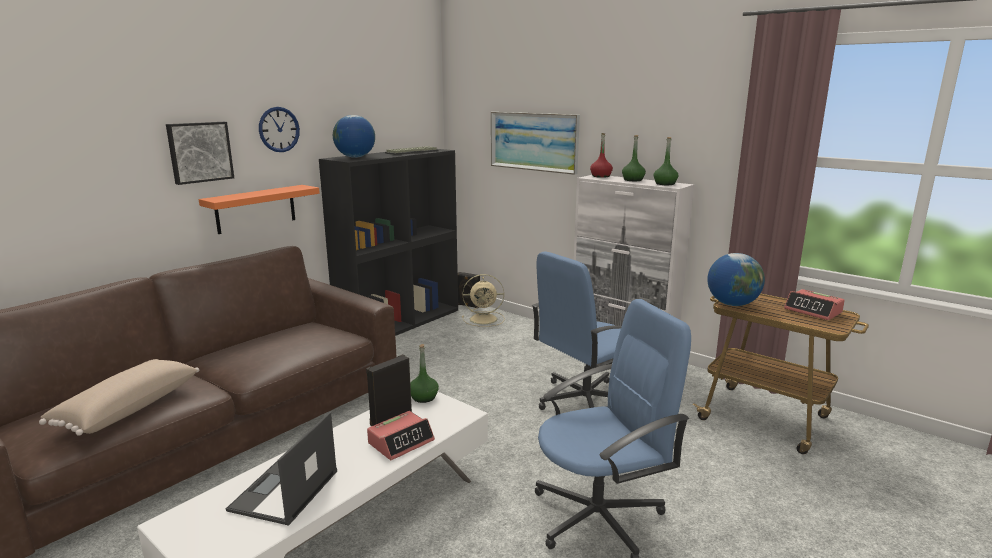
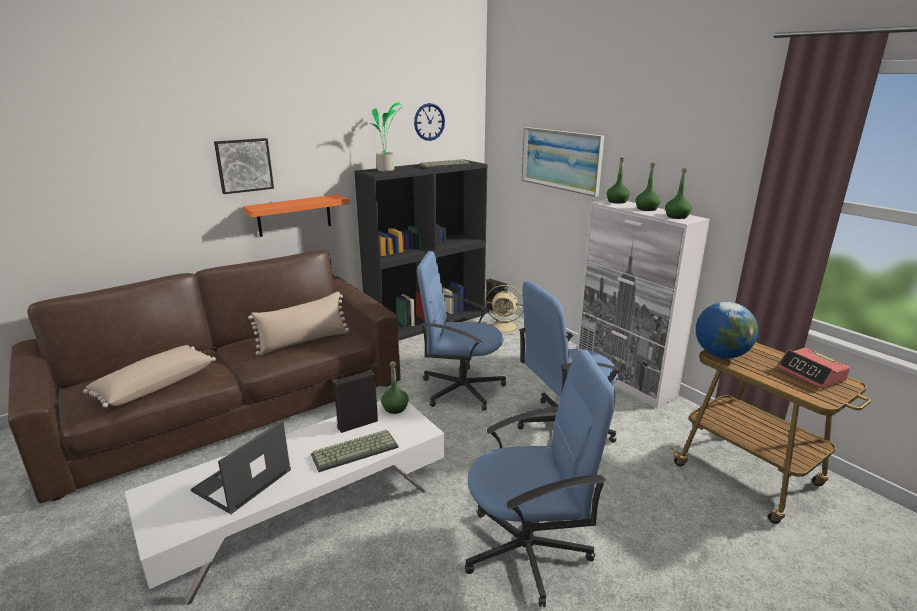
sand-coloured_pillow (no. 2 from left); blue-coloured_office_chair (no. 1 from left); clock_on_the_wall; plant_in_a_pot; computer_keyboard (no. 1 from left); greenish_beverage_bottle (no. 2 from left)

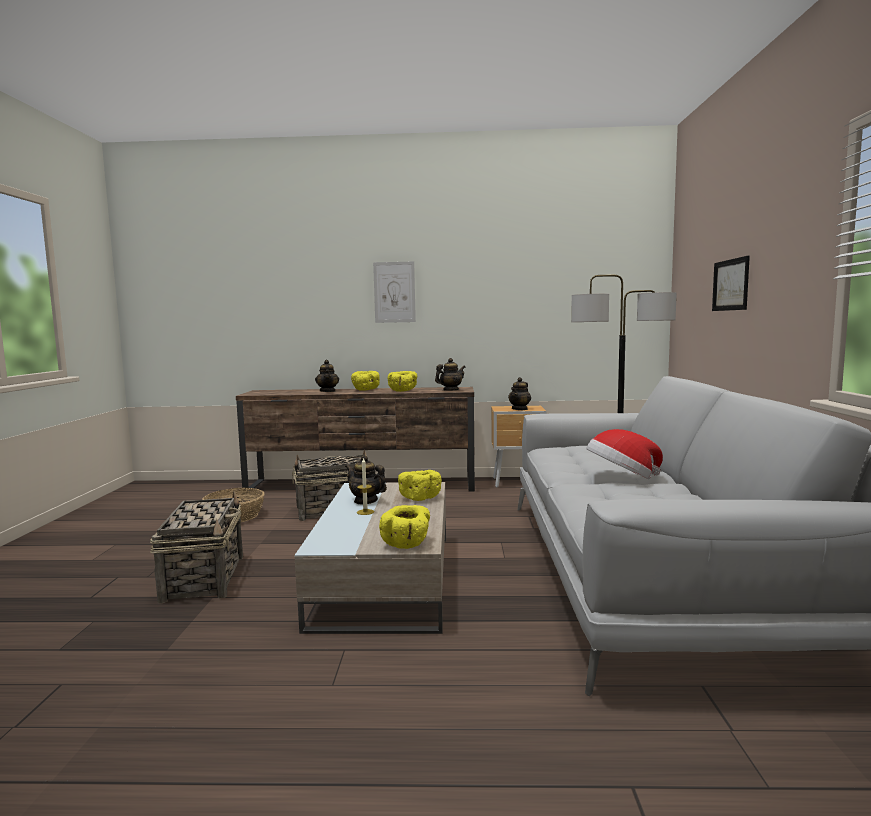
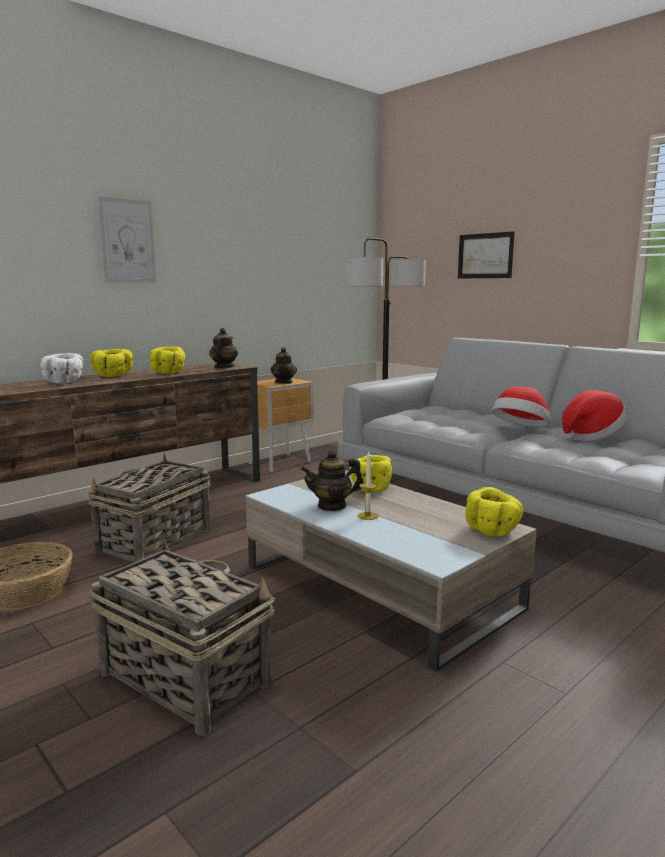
wearable_hat (no. 2 from left); white_serving_bowl

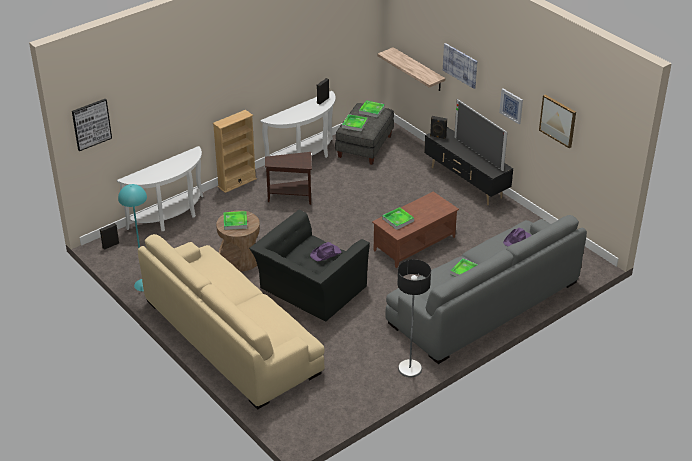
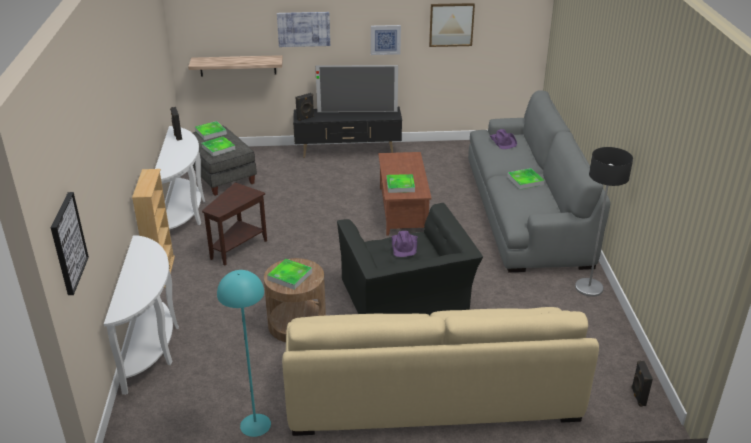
black_audio_speaker (no. 3 from left)

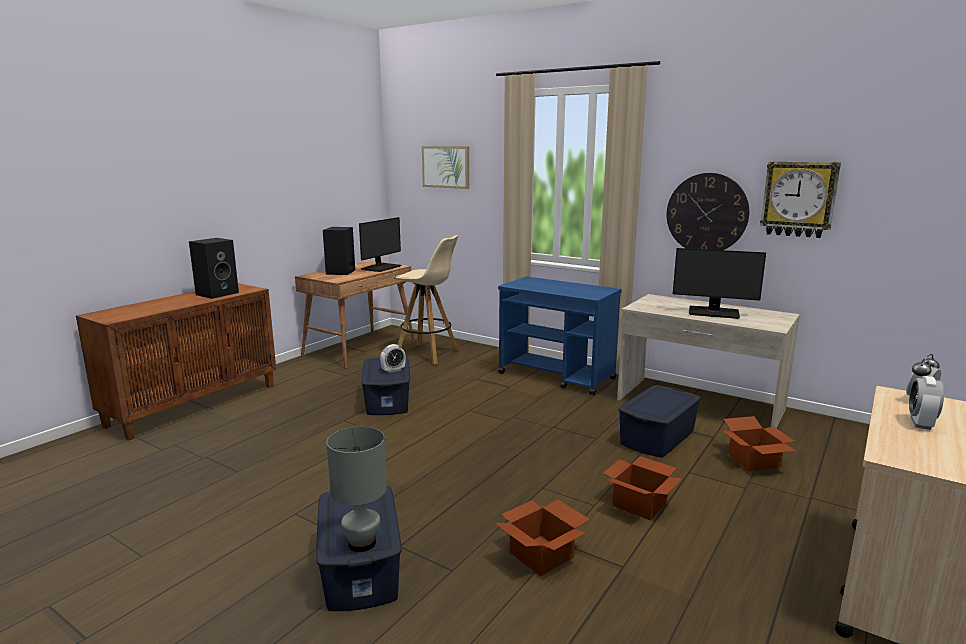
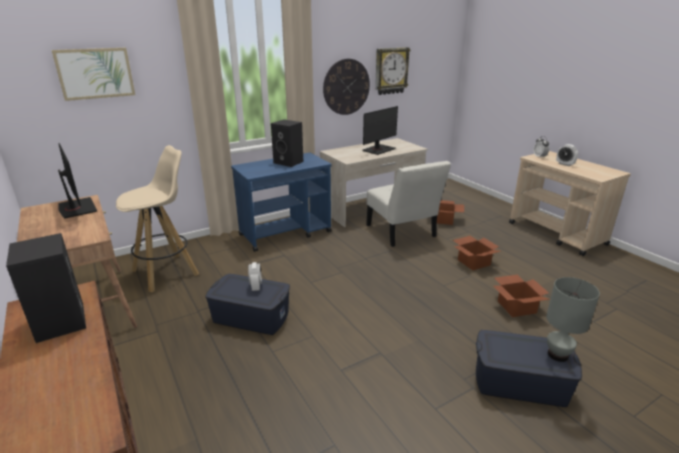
black_audio_speaker (no. 2 from left); white_plain_chair

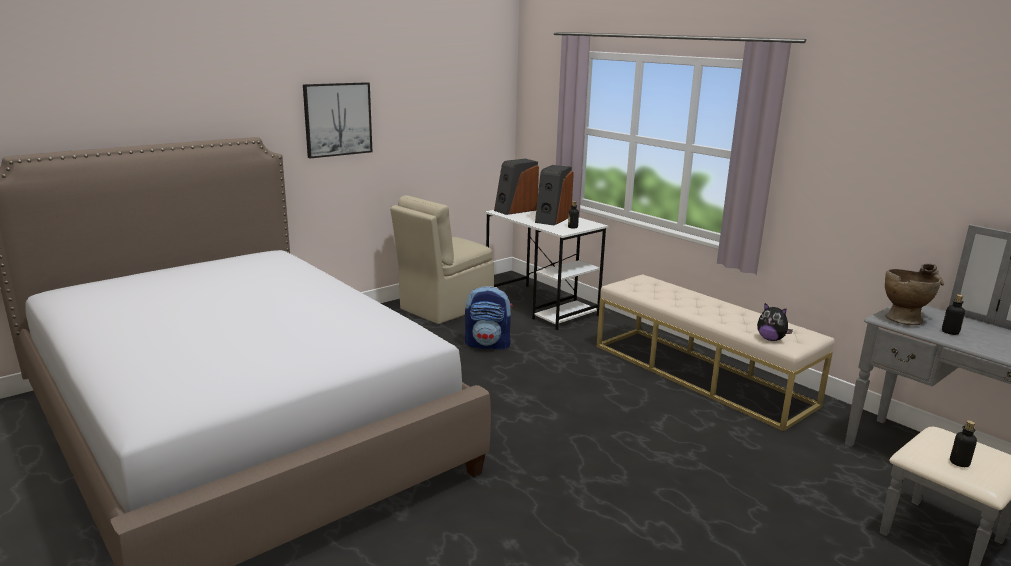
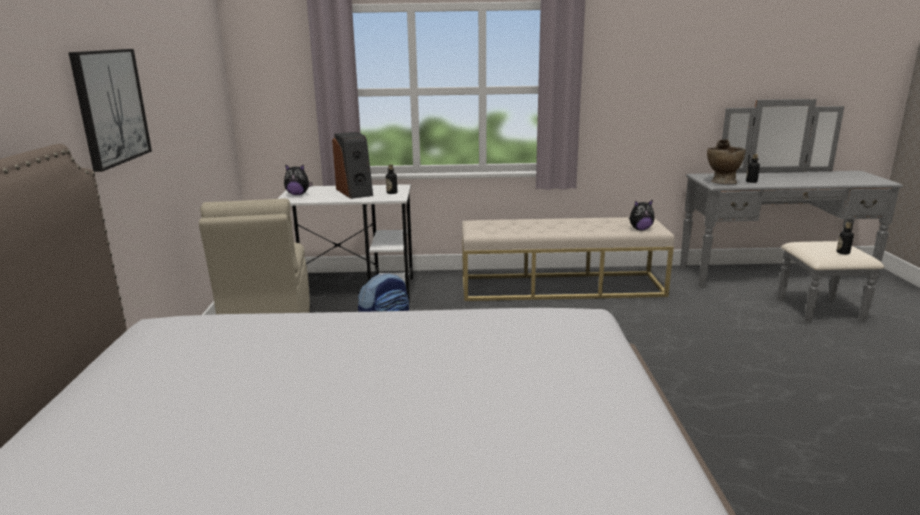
cuddly_toy (no. 1 from left)

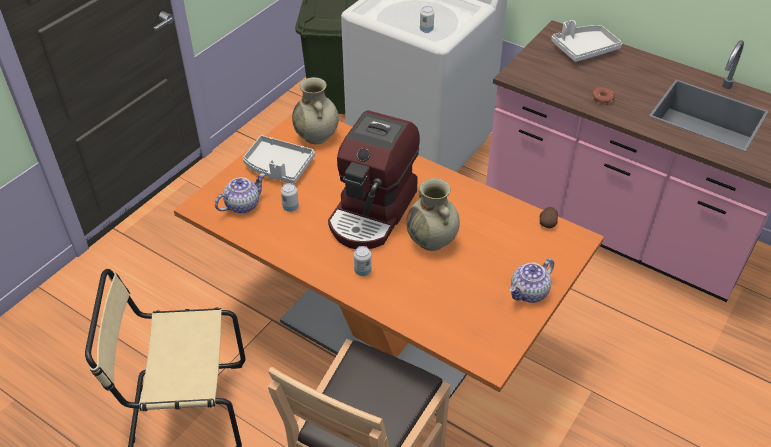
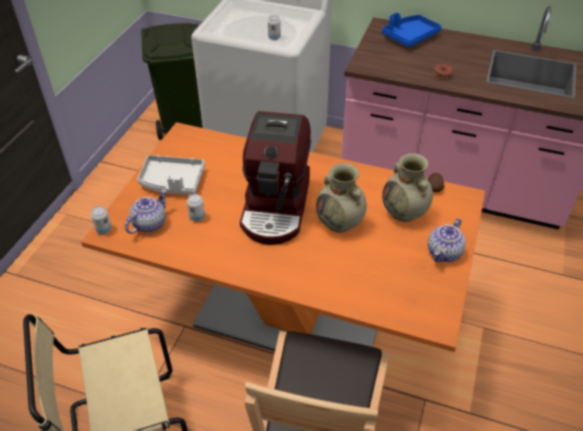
sand-coloured_flower_vase (no. 2 from left); can (no. 1 from left); blue-coloured_tray

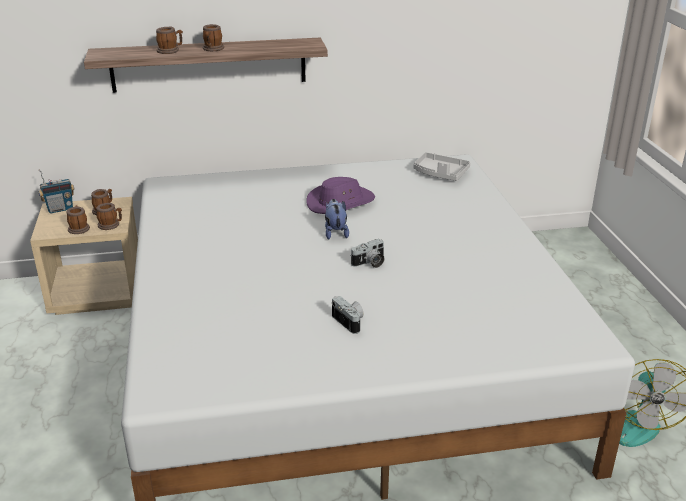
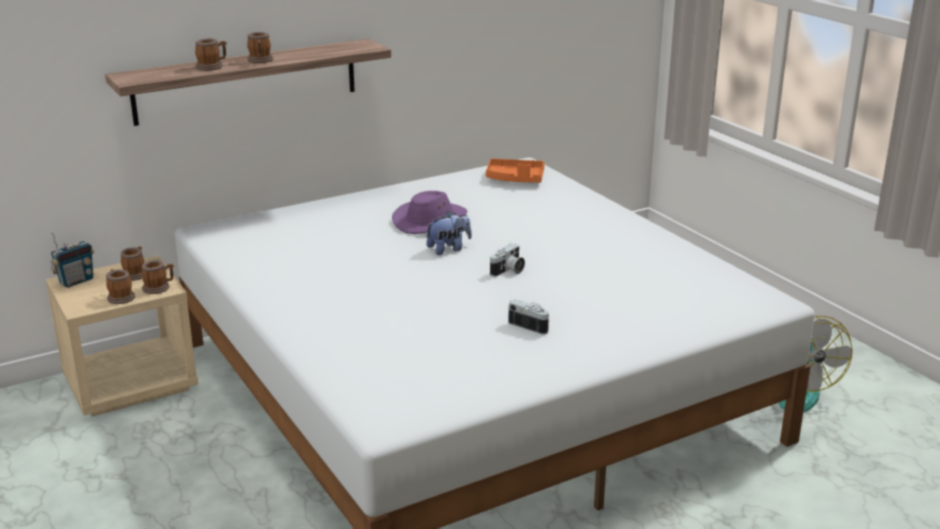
orange_tray; cuddly_toy

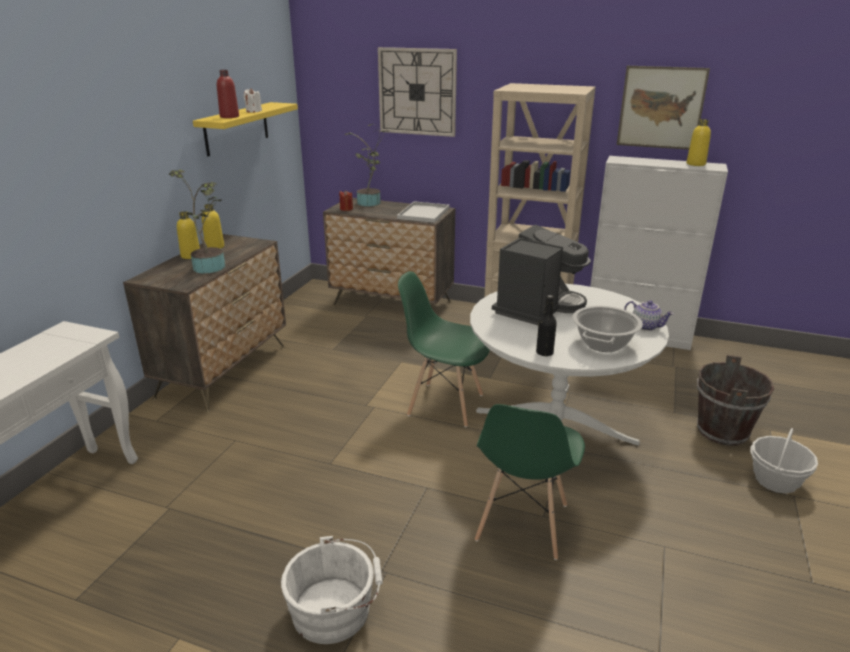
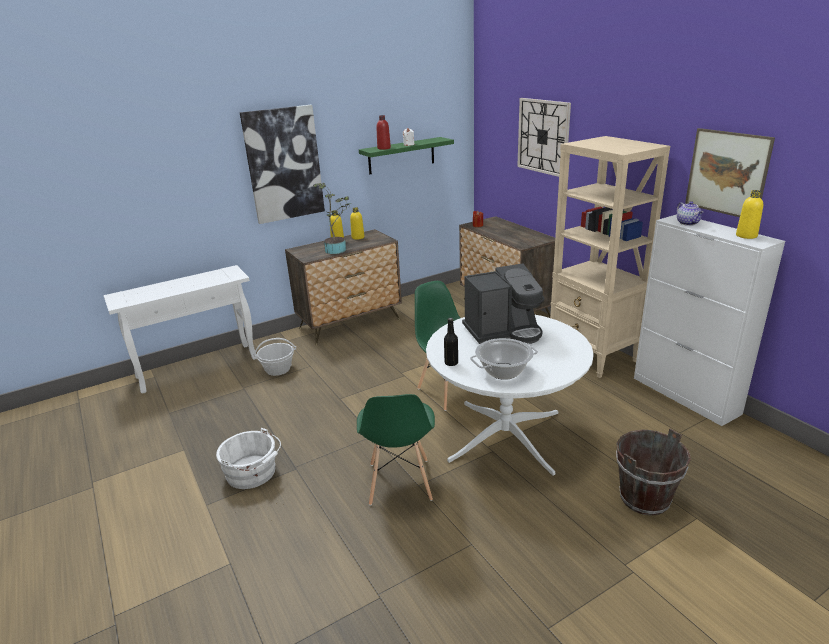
plant_in_a_pot (no. 2 from left in the first image); white_tray; picture (no. 1 from left); tea_pot; household_basket; greenish_bracket_shelf; greenish_plain_chair (no. 1 from left)

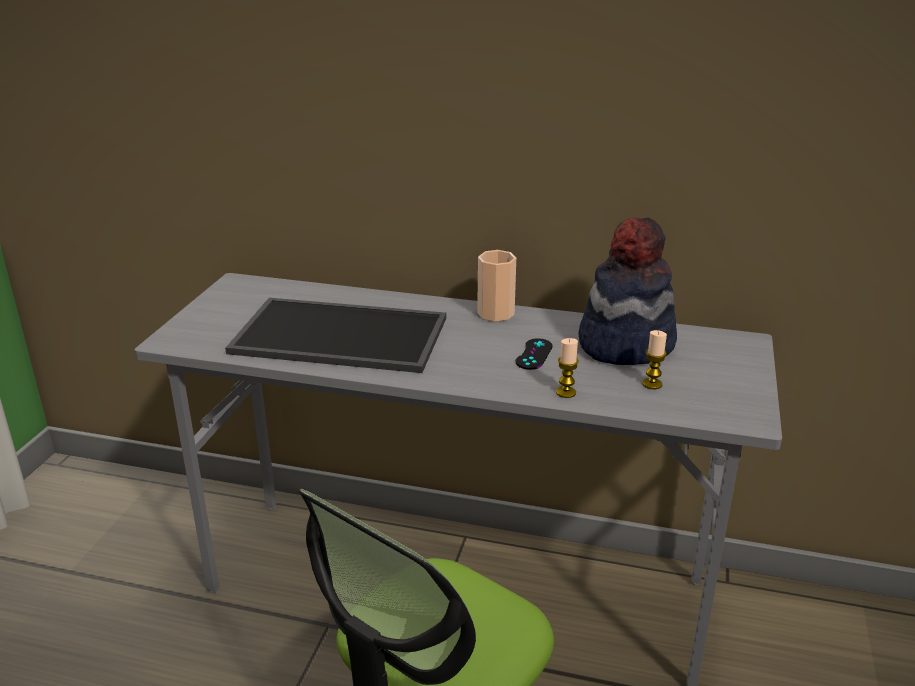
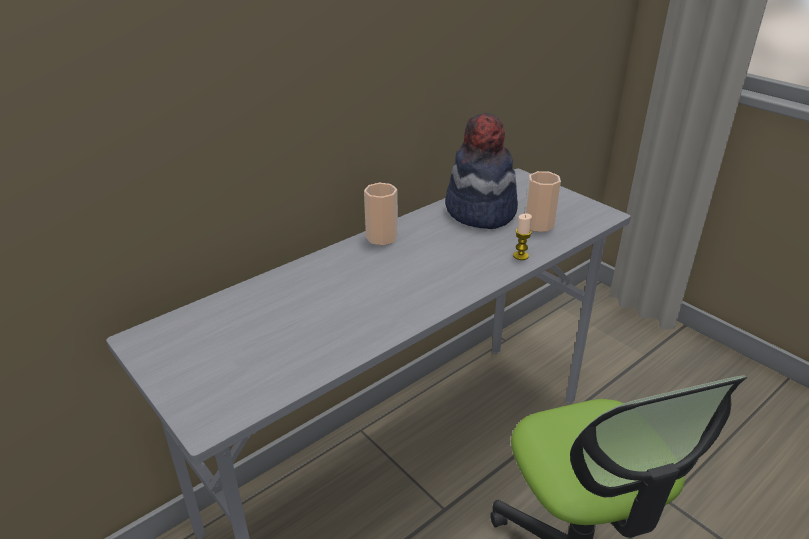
tray; black_game_controller; drinking_cup (no. 2 from left)

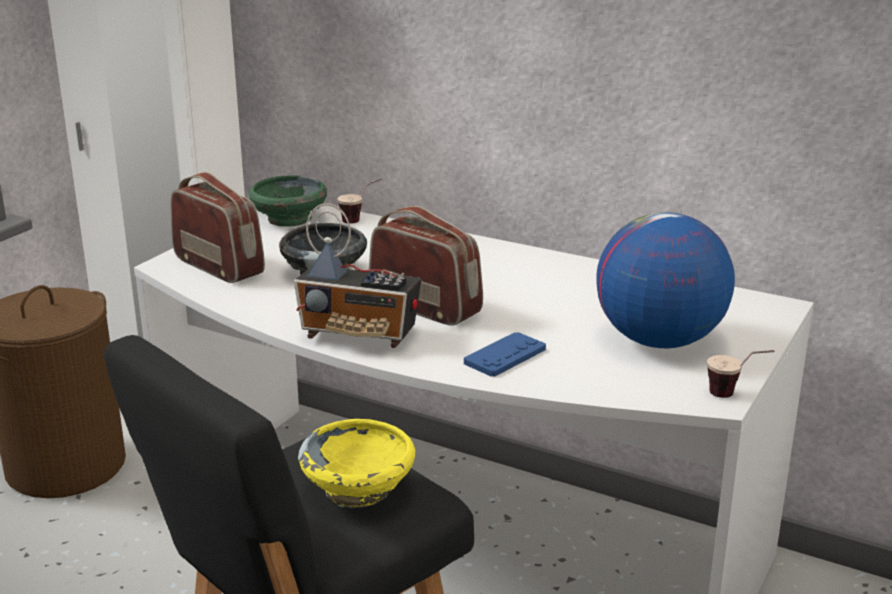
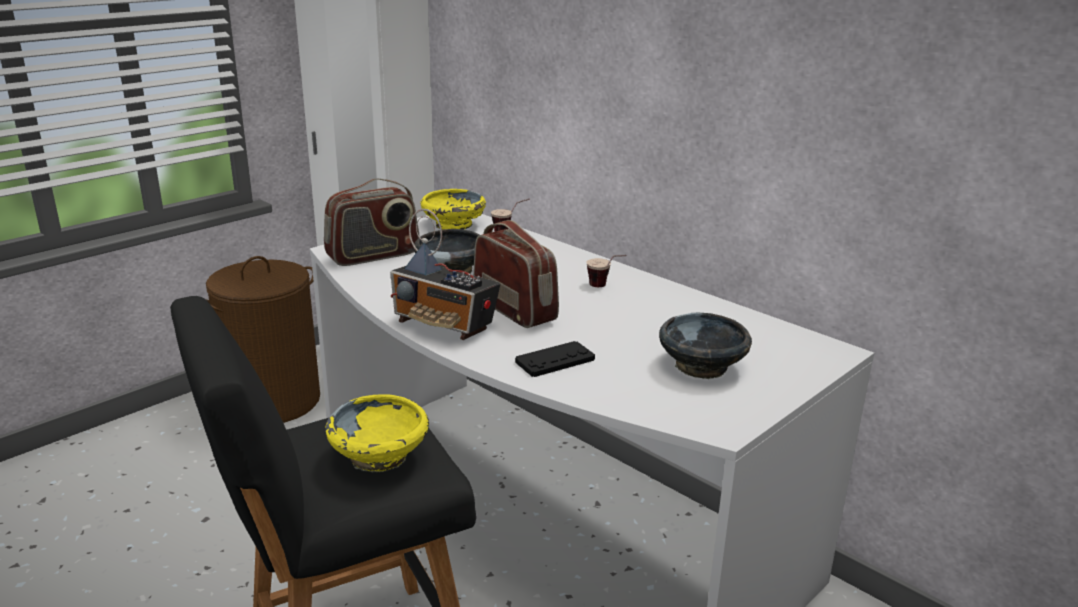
drinking_cup (no. 2 from left); black_serving_bowl (no. 2 from left); yellowish_serving_bowl (no. 2 from left); black_game_controller; radio (no. 1 from left)

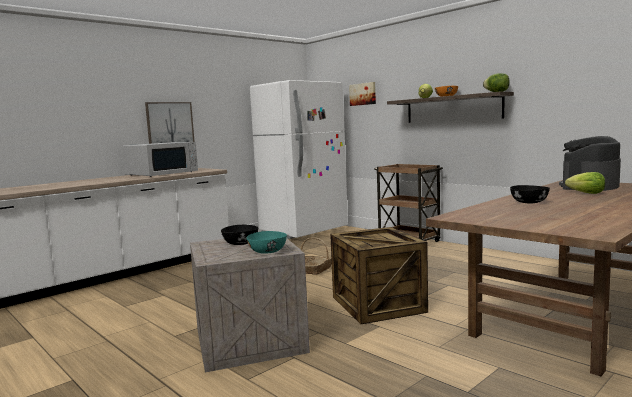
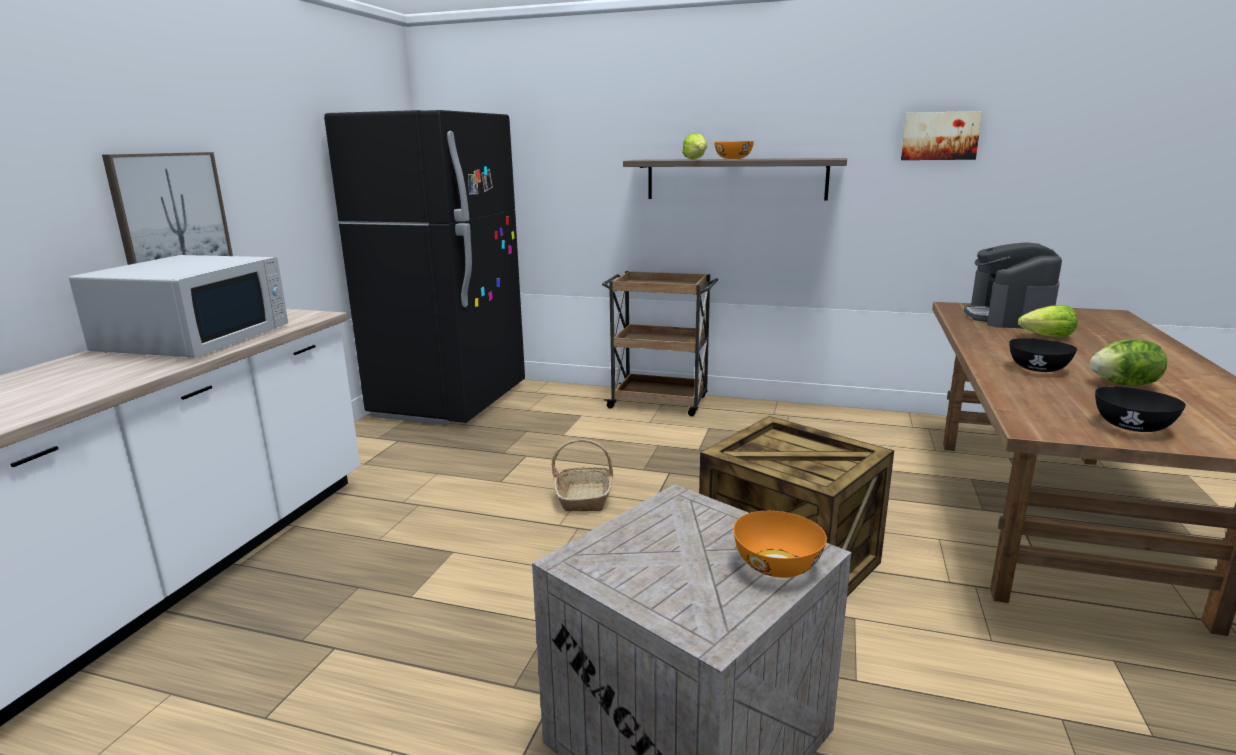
black_serving_bowl (no. 2 from left); picture (no. 2 from left); head_of_lettuce (no. 3 from left); orange_serving_bowl (no. 2 from left); black_fridge

